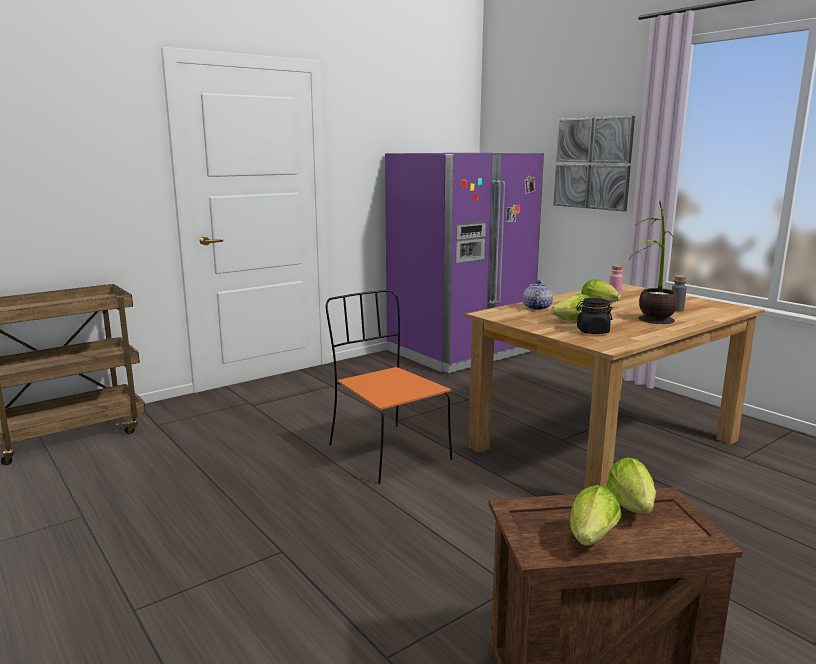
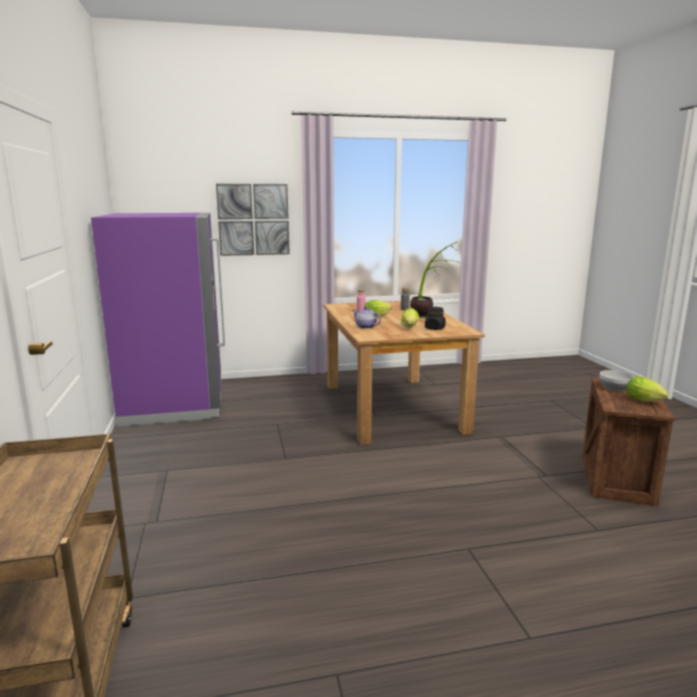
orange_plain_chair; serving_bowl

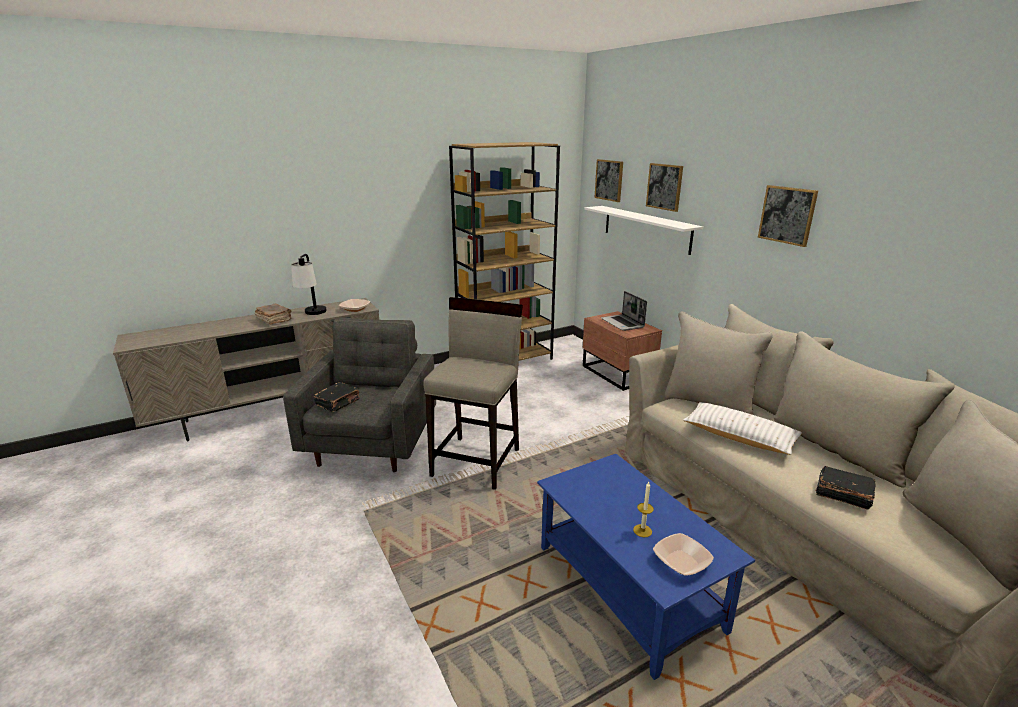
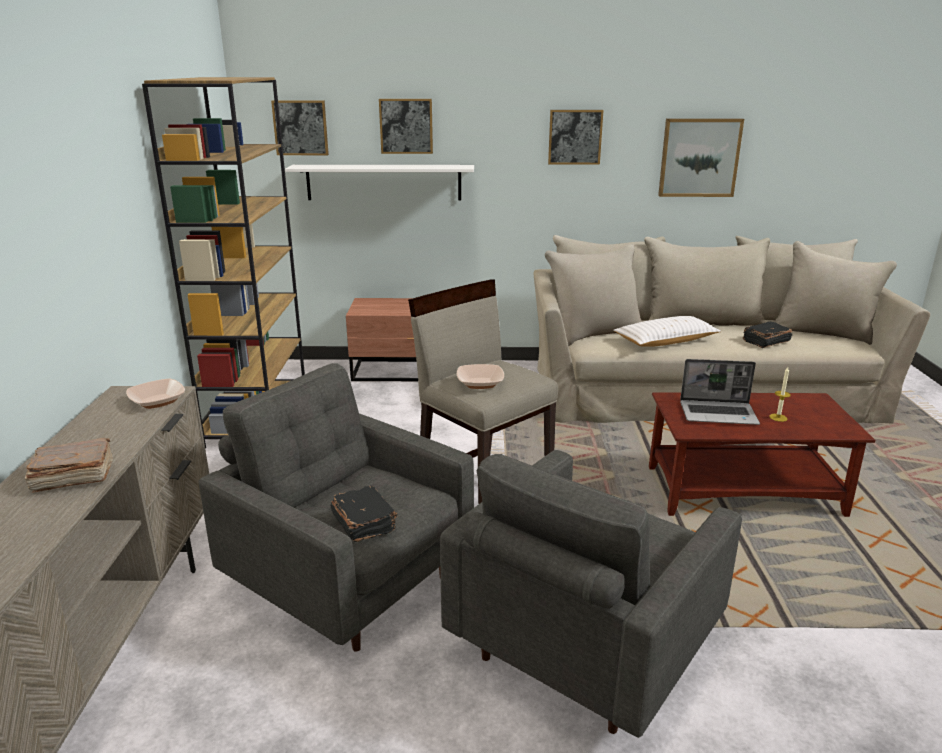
tabletop_lamp; greyish_easy_chair (no. 2 from left); picture (no. 4 from left); portable_computer; serving_bowl (no. 2 from left); brownish_lounge_table

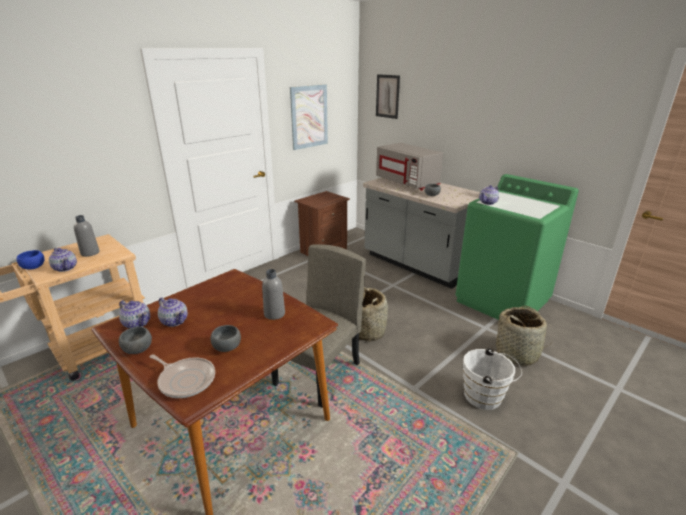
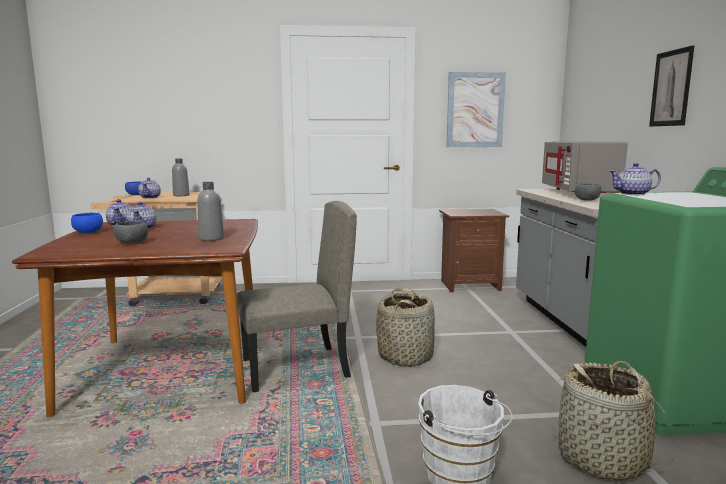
pan; picture (no. 2 from left); blue-coloured_serving_bowl (no. 1 from left)

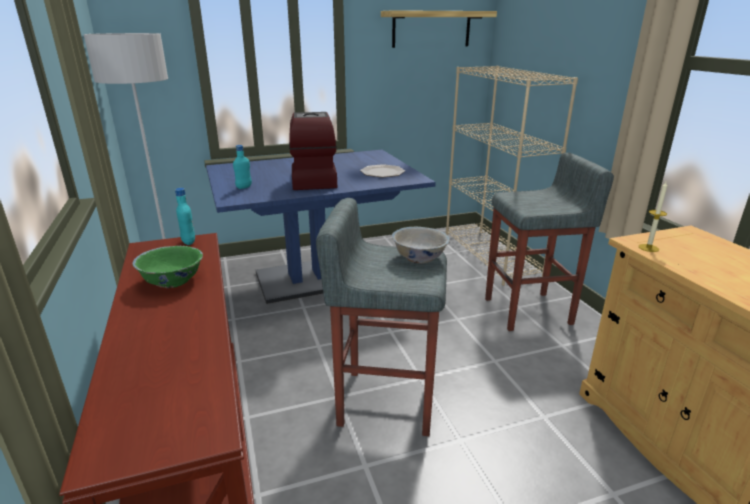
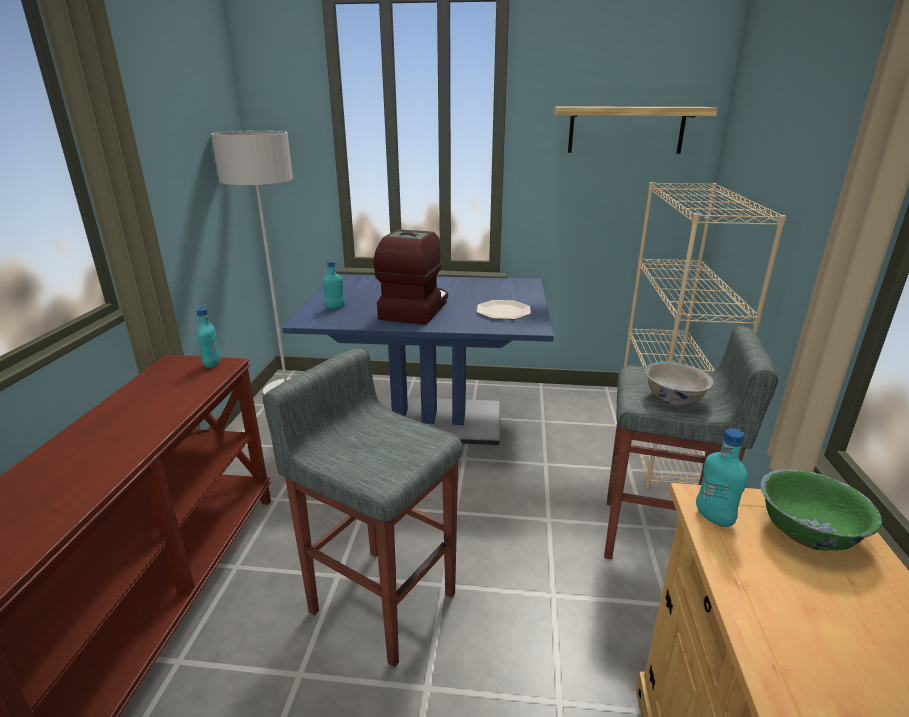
greenish_serving_bowl; white_serving_bowl; turquoise_beverage_bottle (no. 3 from left)

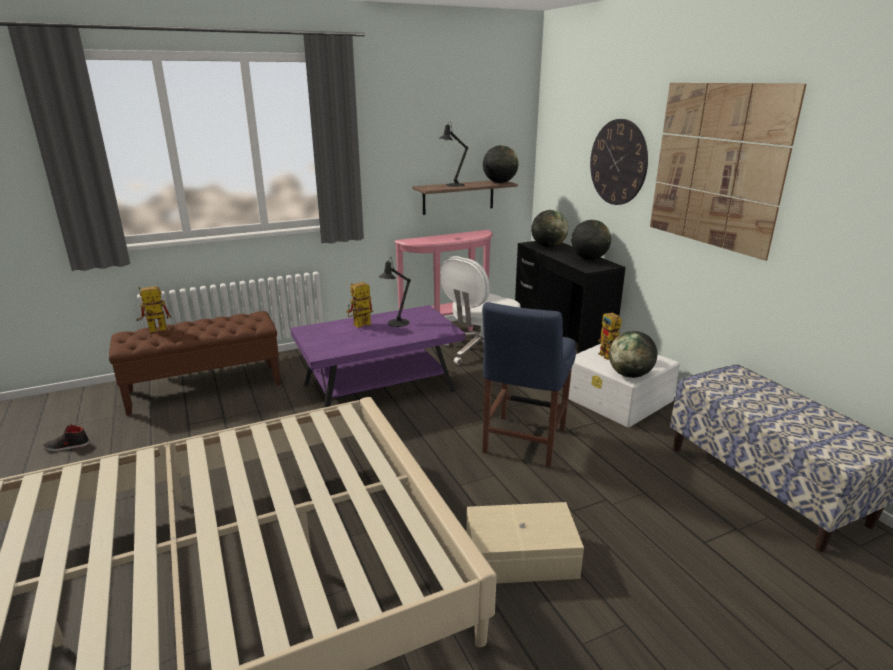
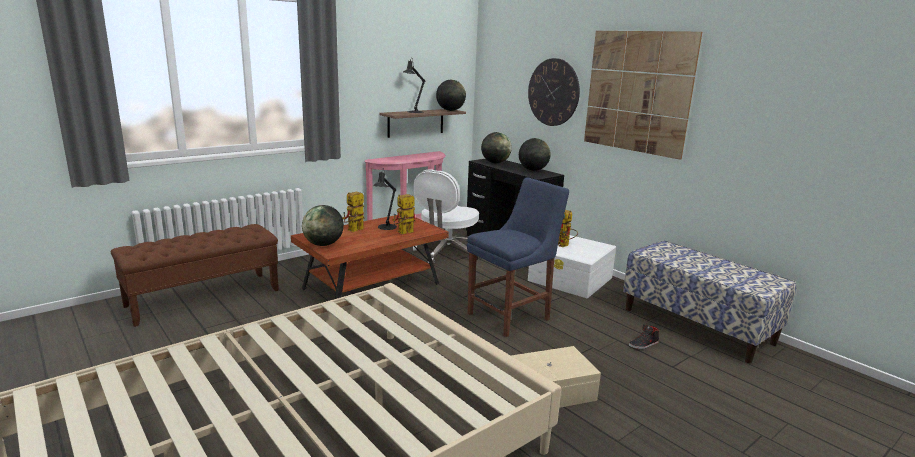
black_low_shoe; toy_robot (no. 2 from left); world_globe (no. 1 from left); brownish_lounge_table; blue-coloured_plain_chair

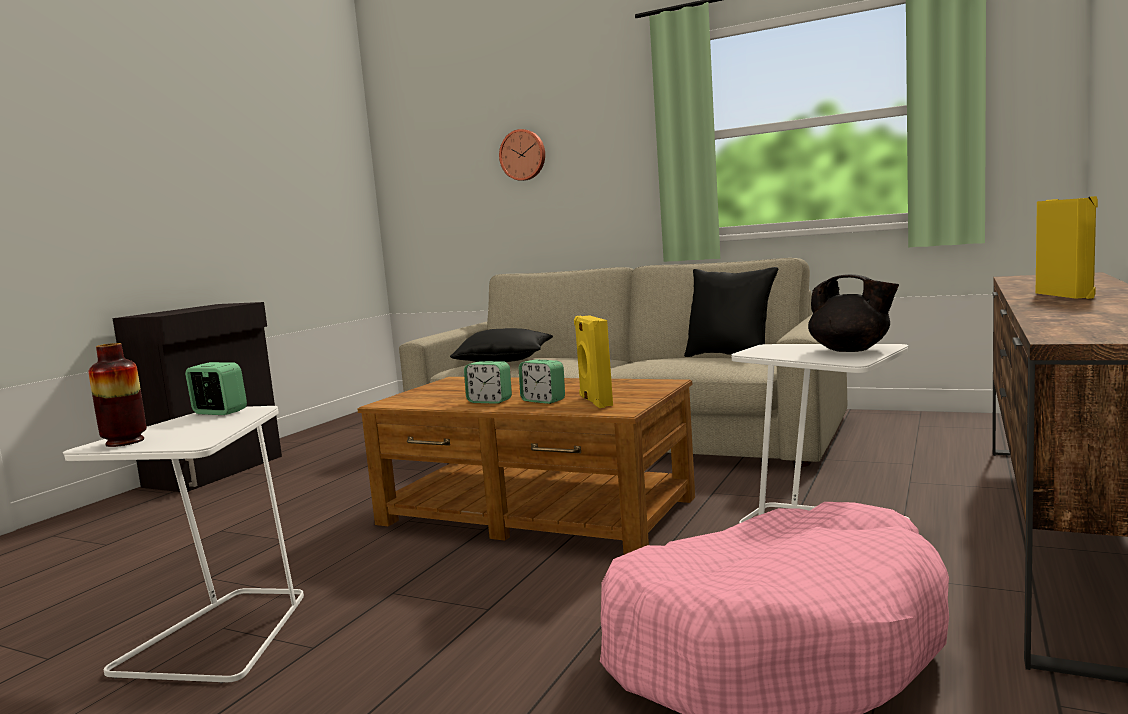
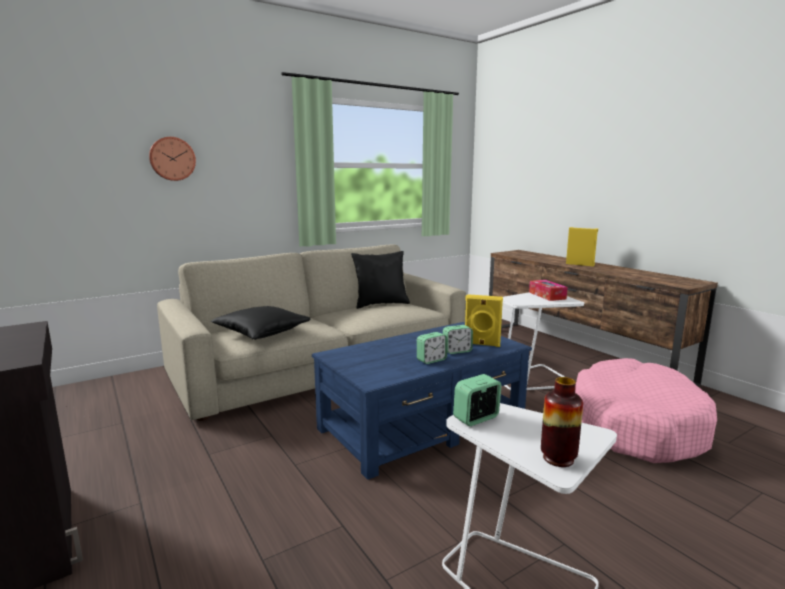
tissue_holder; blue-coloured_lounge_table

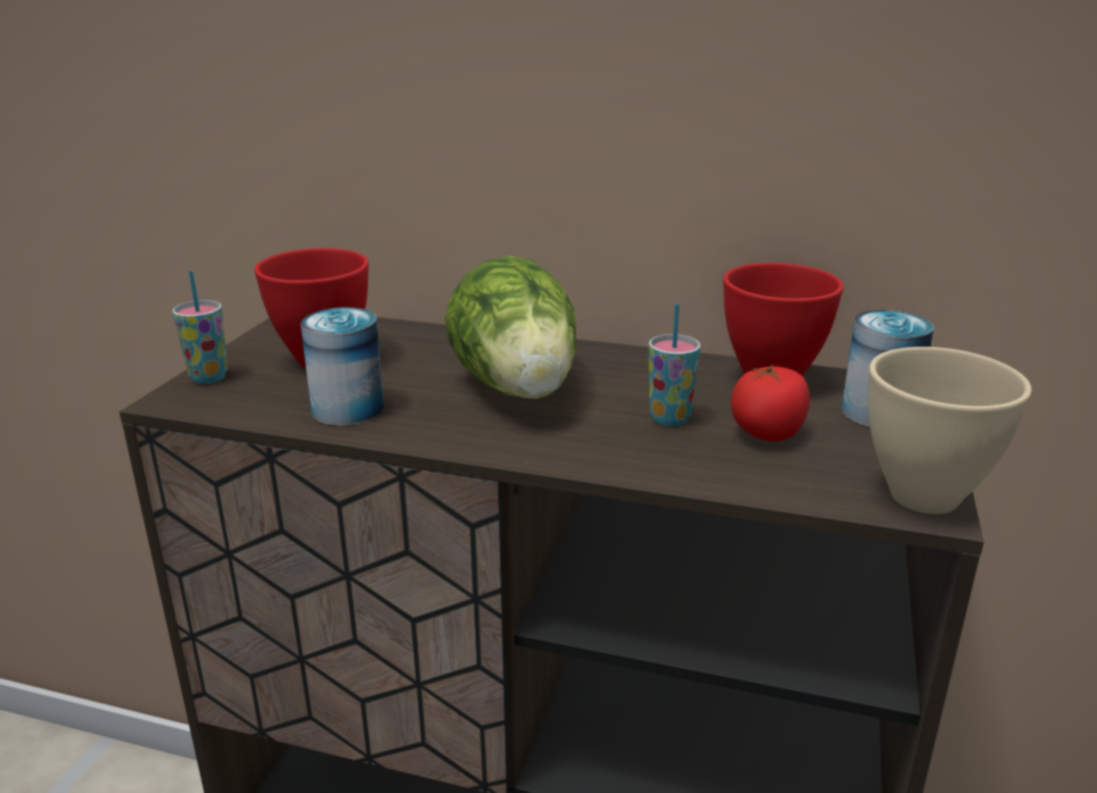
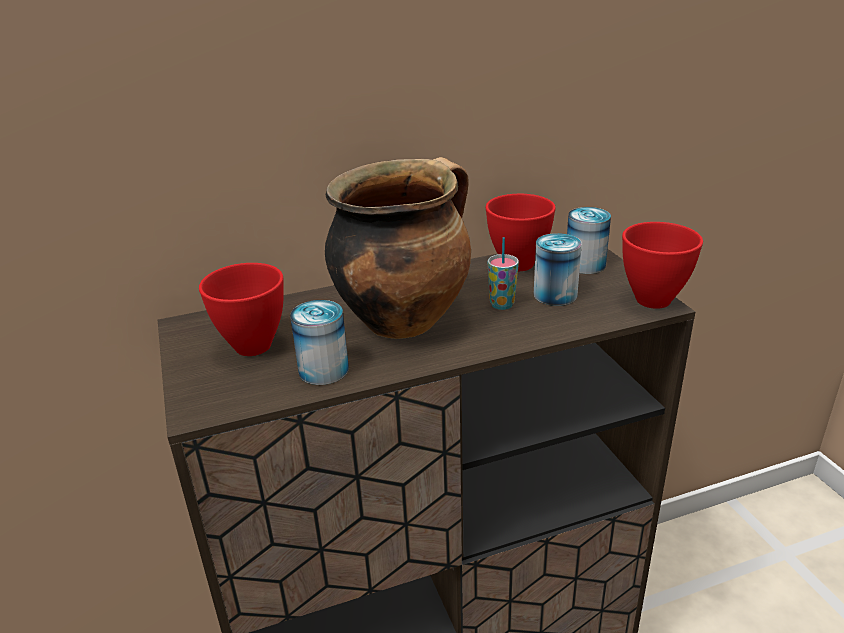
drinking_cup (no. 1 from left in the first image); cooking_pot; can (no. 2 from left); red-coloured_serving_bowl (no. 3 from left)

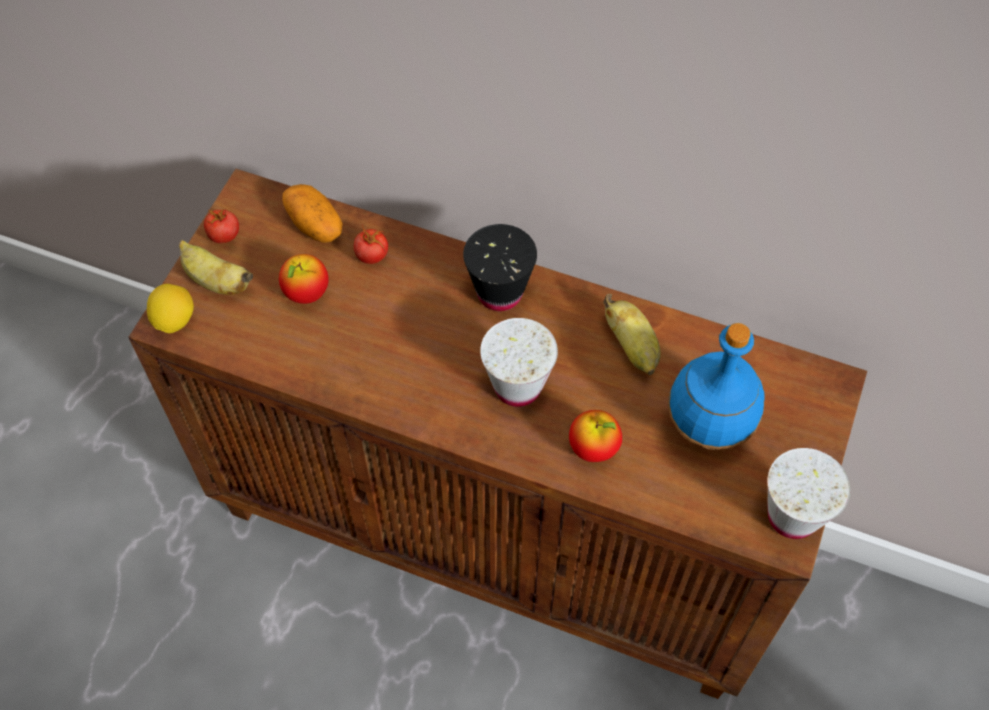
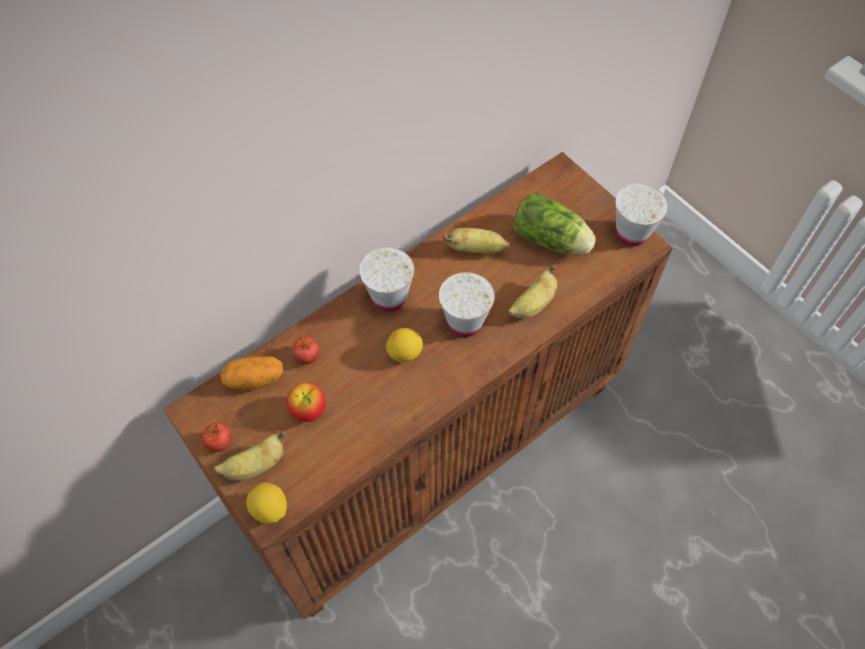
lemon (no. 2 from left); banana_fruit (no. 3 from left); head_of_lettuce; white_drinking_cup (no. 1 from left)

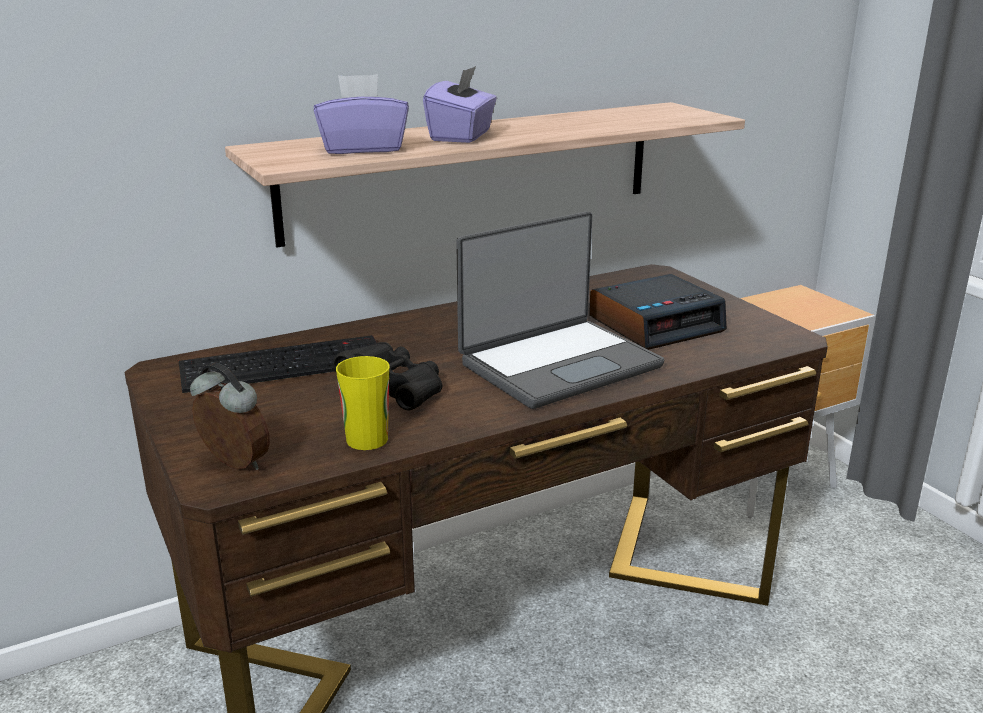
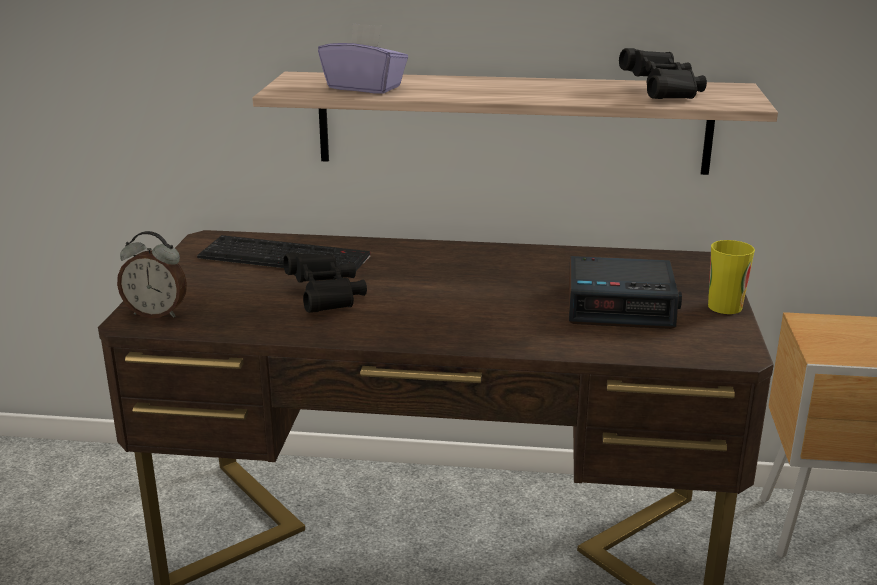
purplish_tissue_holder (no. 2 from left in the first image); portable_computer; black_pair_of_binoculars (no. 2 from left); drinking_cup; bedside_clock (no. 1 from left)

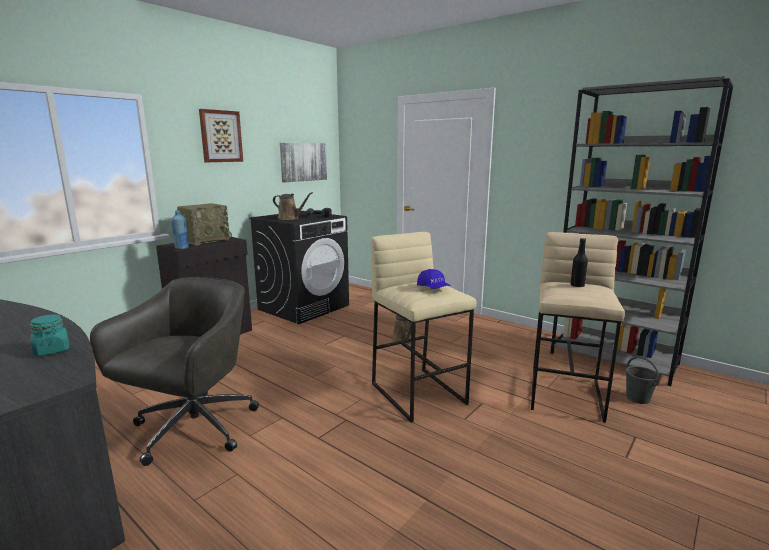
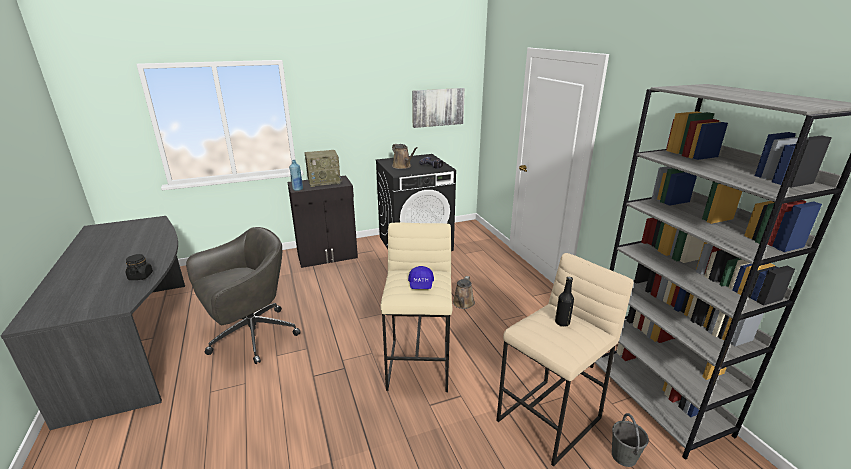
picture (no. 1 from left in the first image); black_jar

